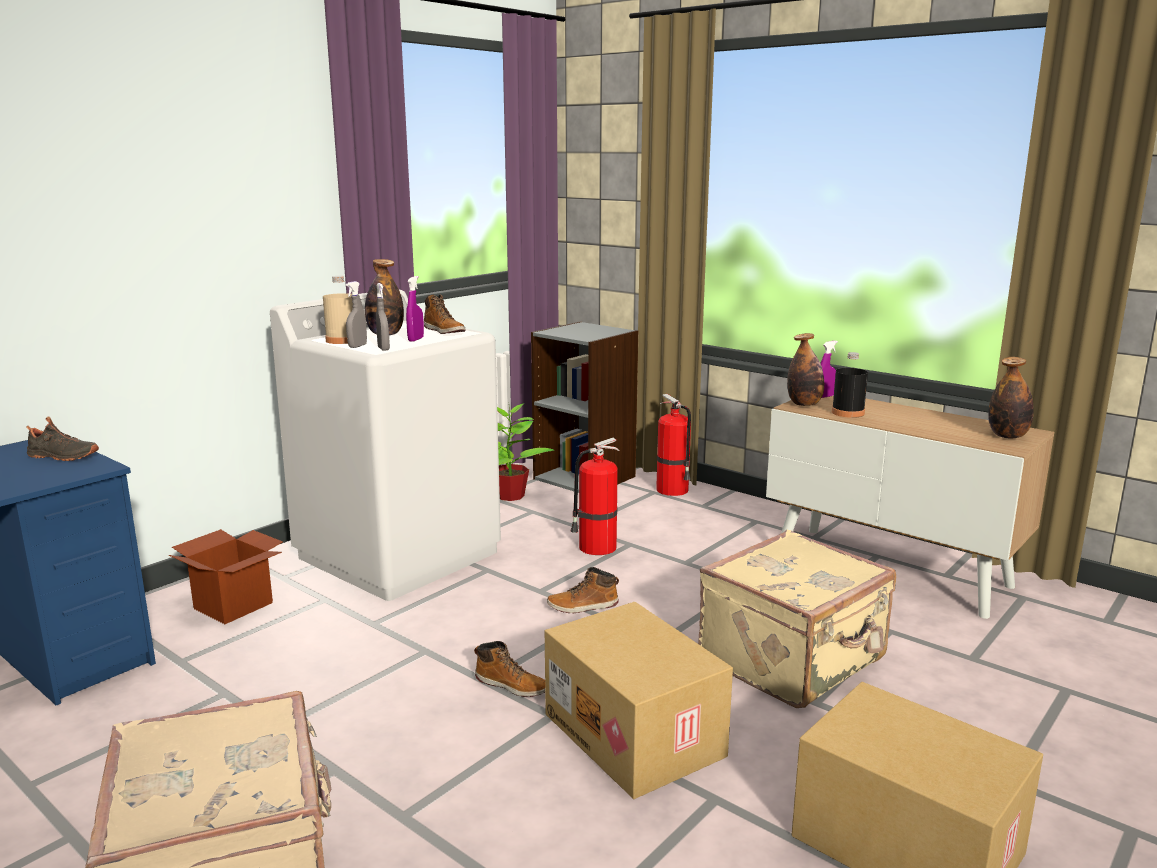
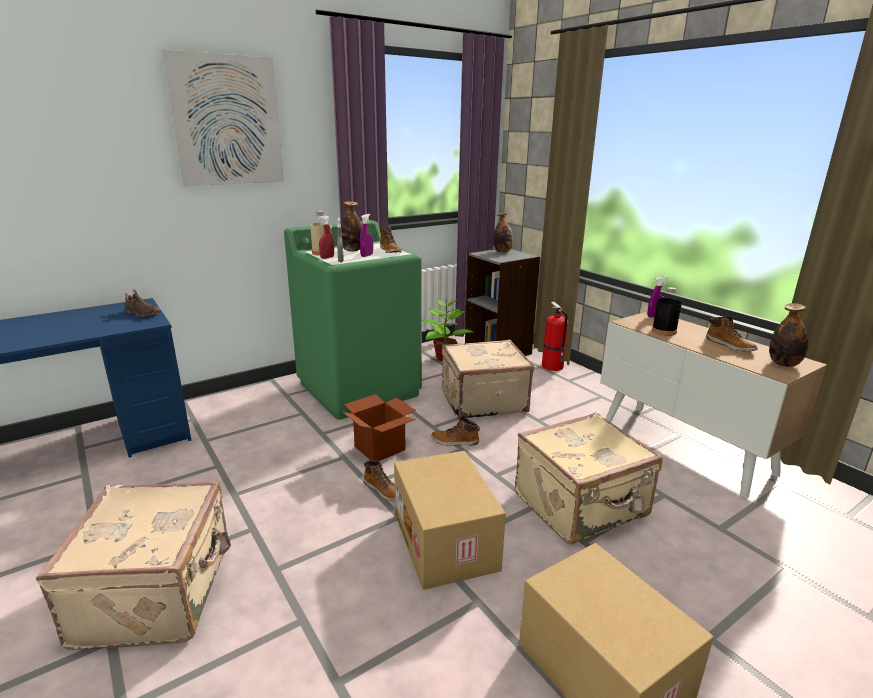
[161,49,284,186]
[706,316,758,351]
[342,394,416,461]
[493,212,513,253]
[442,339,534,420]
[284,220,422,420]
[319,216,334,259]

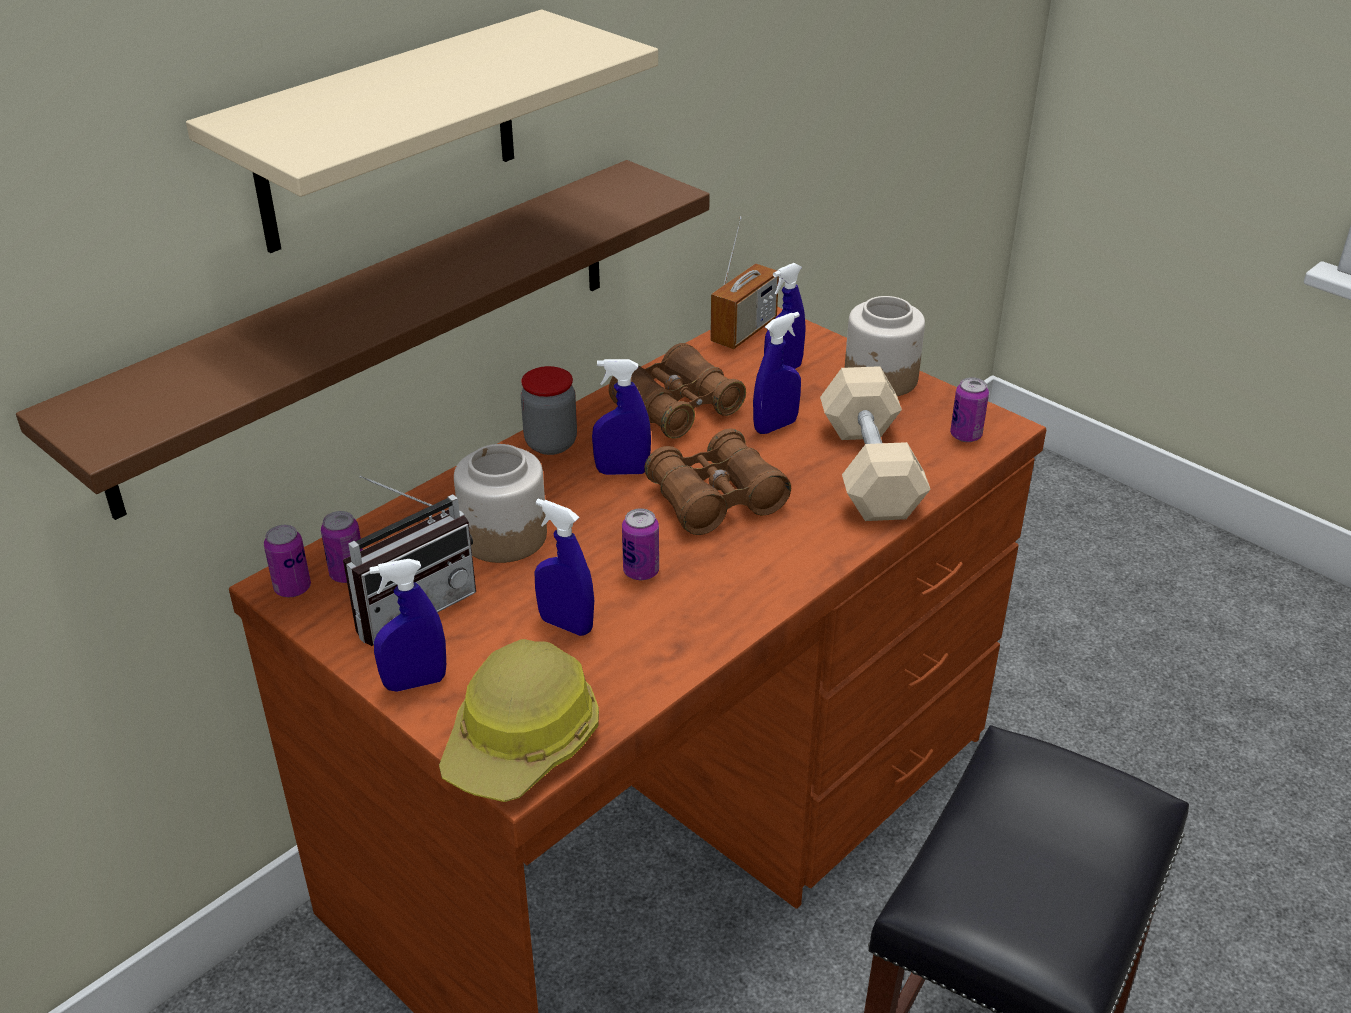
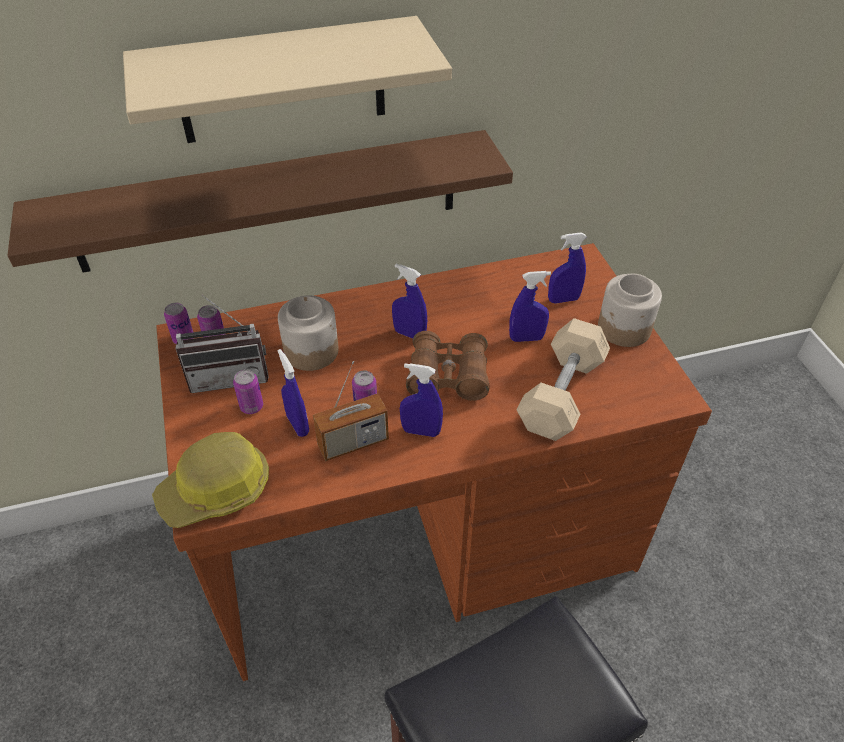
[521,366,577,455] (first image)
[609,343,746,439] (first image)
[400,363,443,437]
[313,361,389,461]
[233,369,263,414]

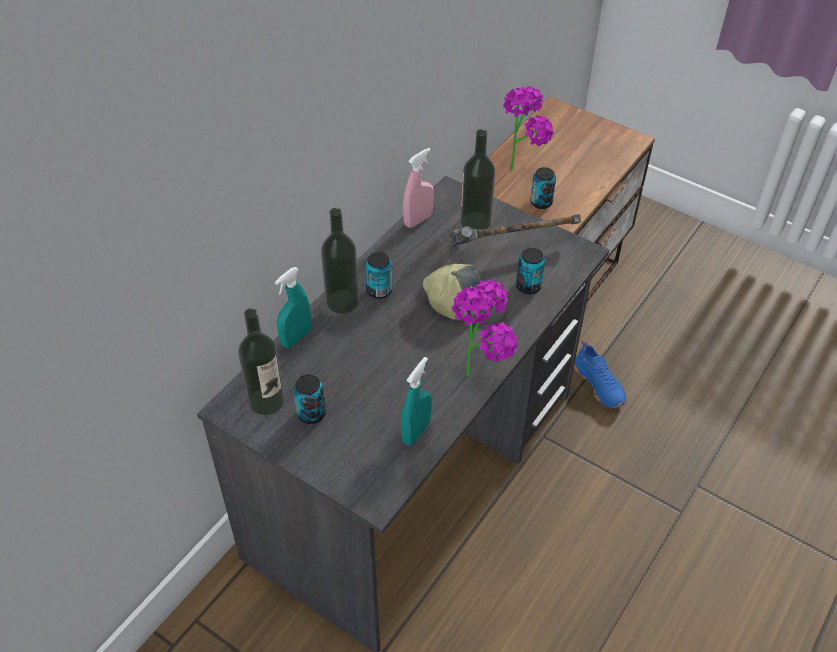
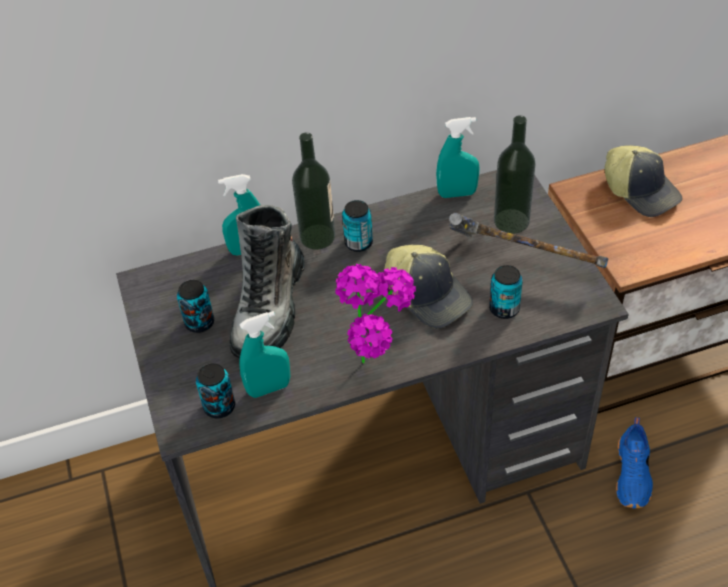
[238,308,285,415] (first image)
[230,205,304,359]
[196,363,235,418]
[604,145,683,217]
[436,117,480,198]

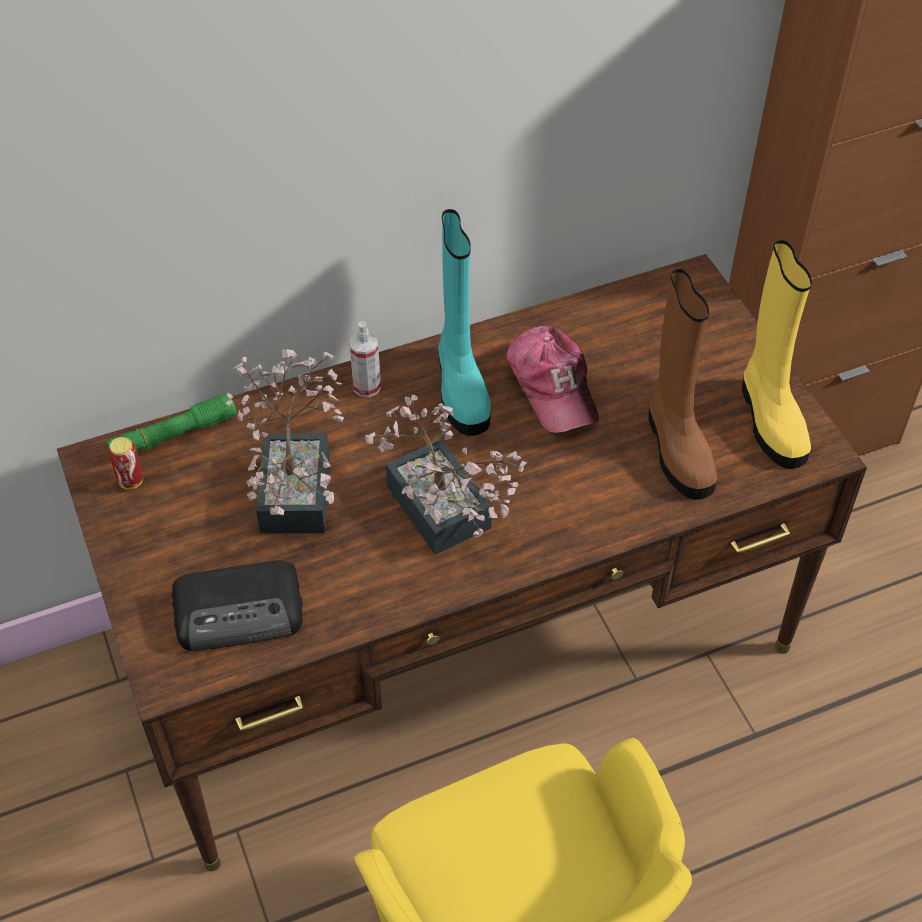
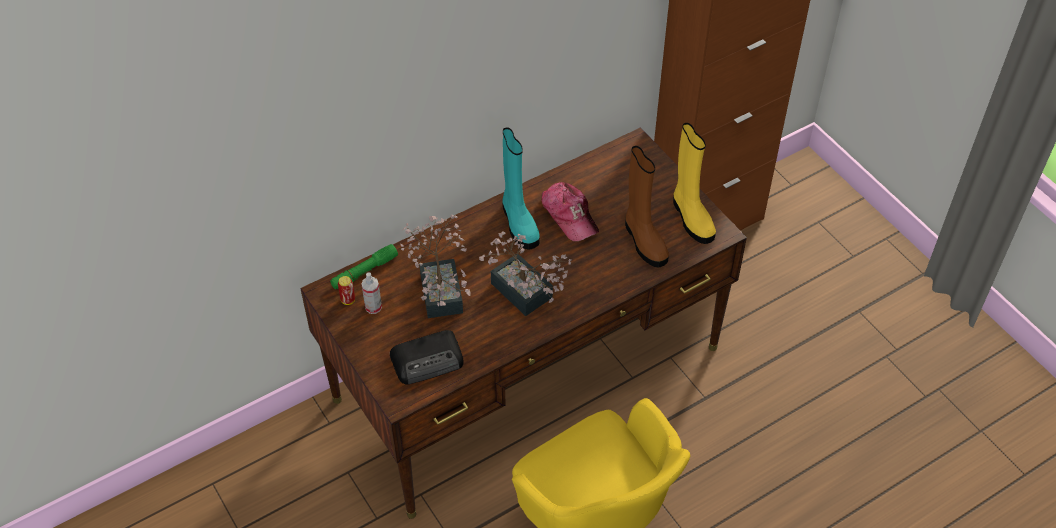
[361,272,382,314]

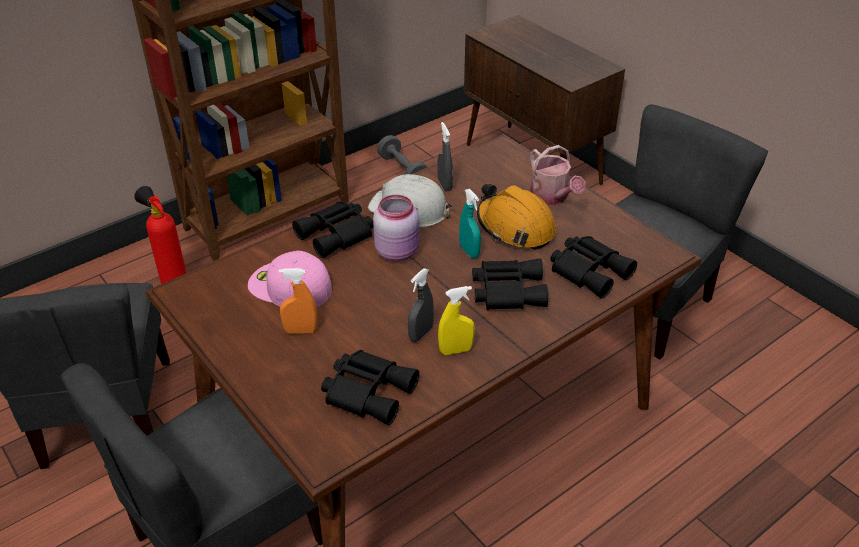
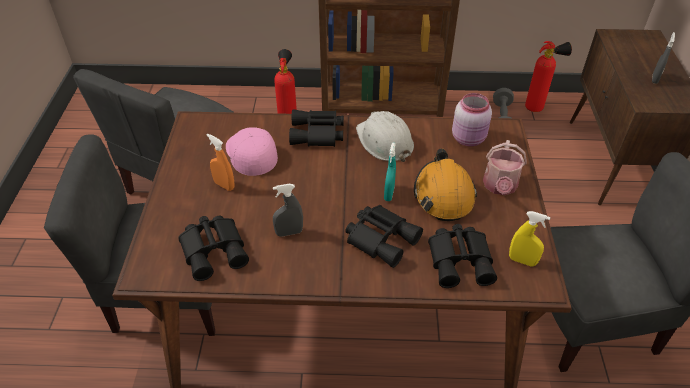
[525,41,572,112]
[452,93,492,146]
[652,32,675,84]
[509,211,551,267]

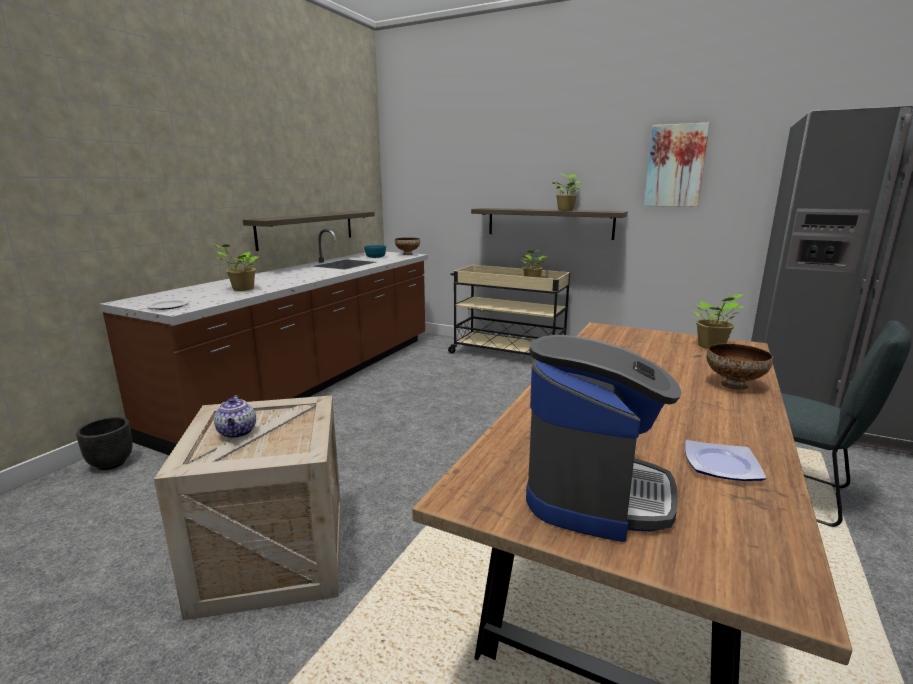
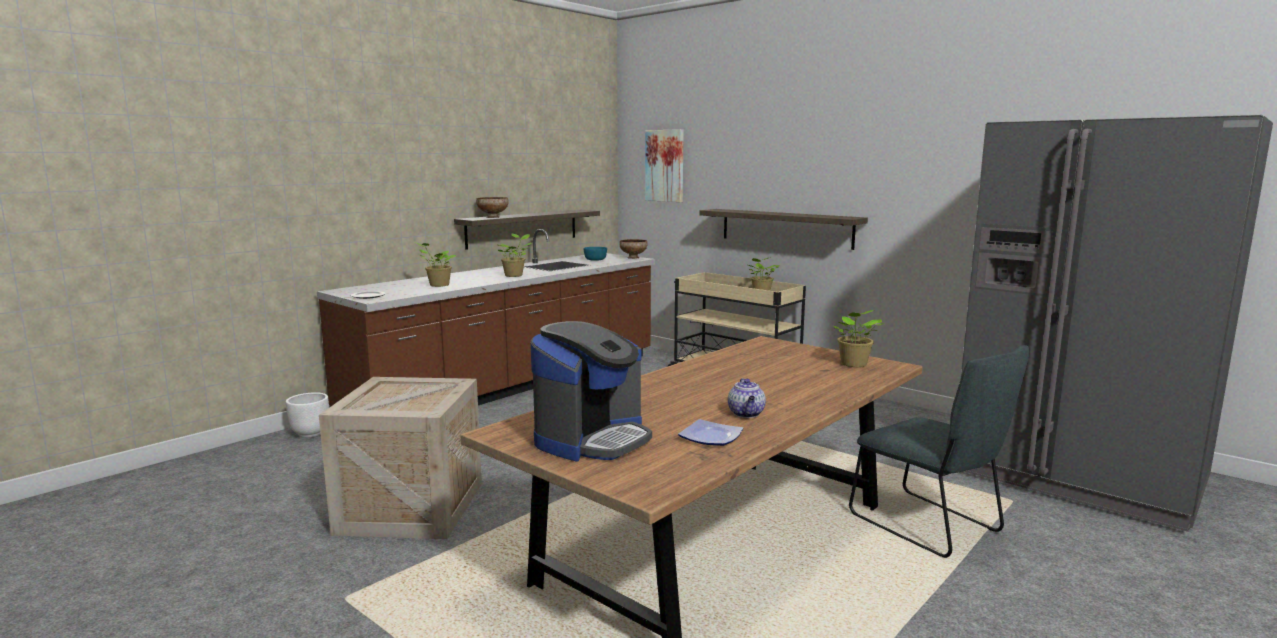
[728,378,766,418]
[498,234,532,277]
[645,129,684,202]
[476,197,508,218]
[286,392,329,438]

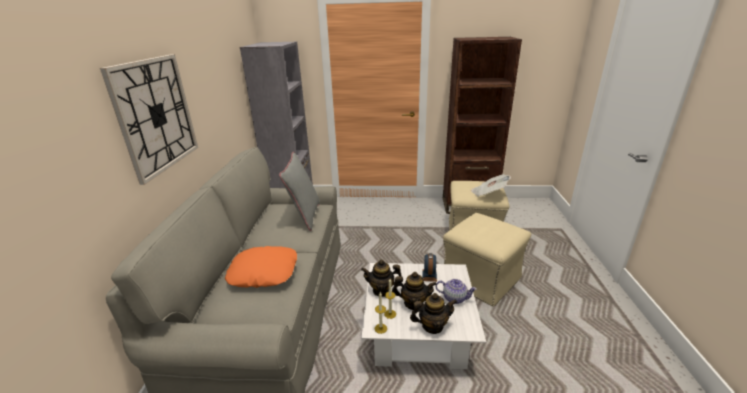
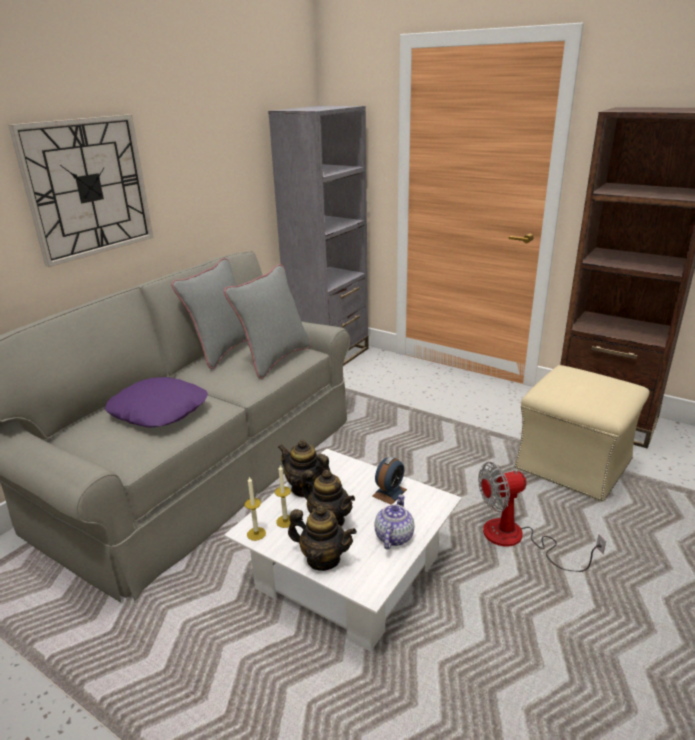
[471,174,511,197] (first image)
[171,258,247,369]
[478,462,606,572]
[105,377,208,428]
[375,494,414,550]

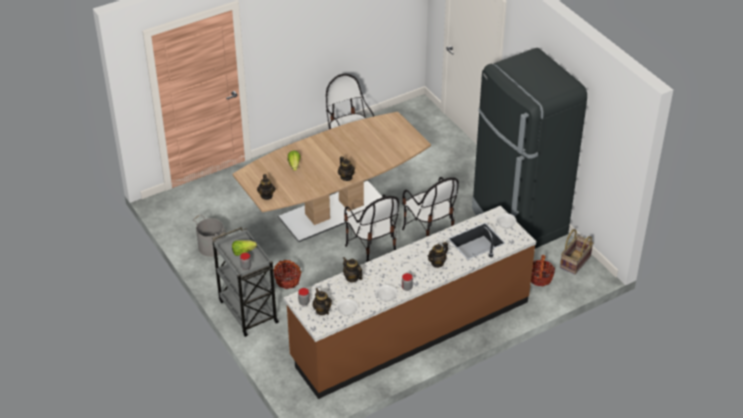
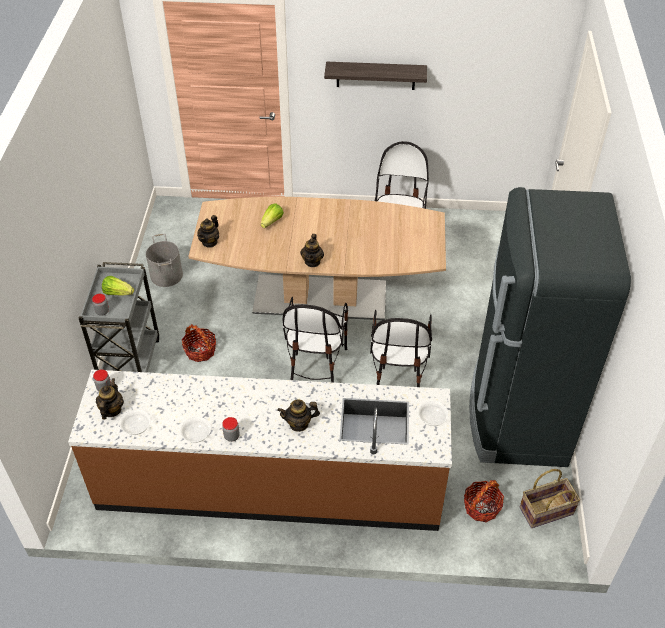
[343,257,363,283] (first image)
[324,62,427,90]

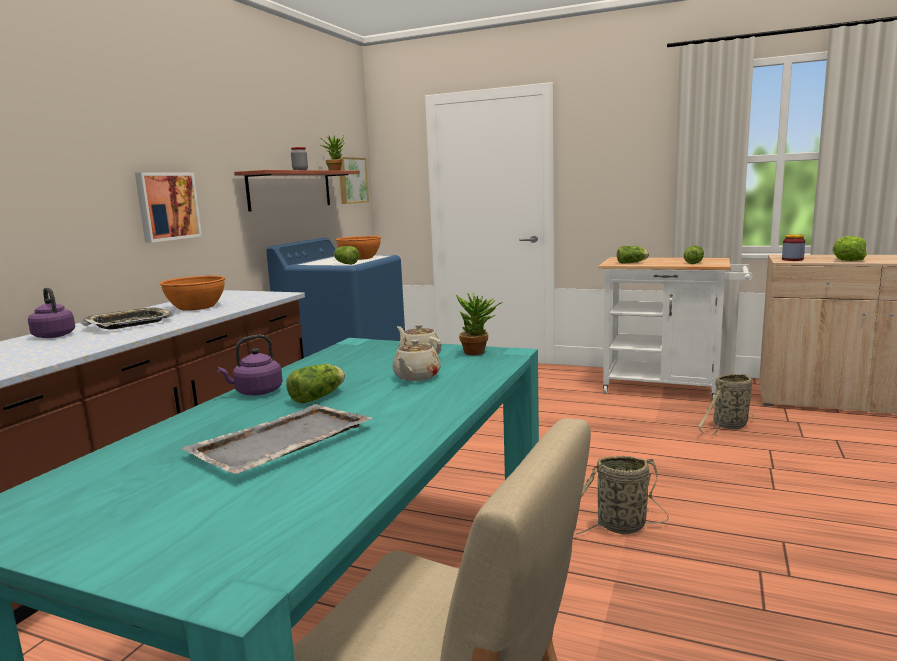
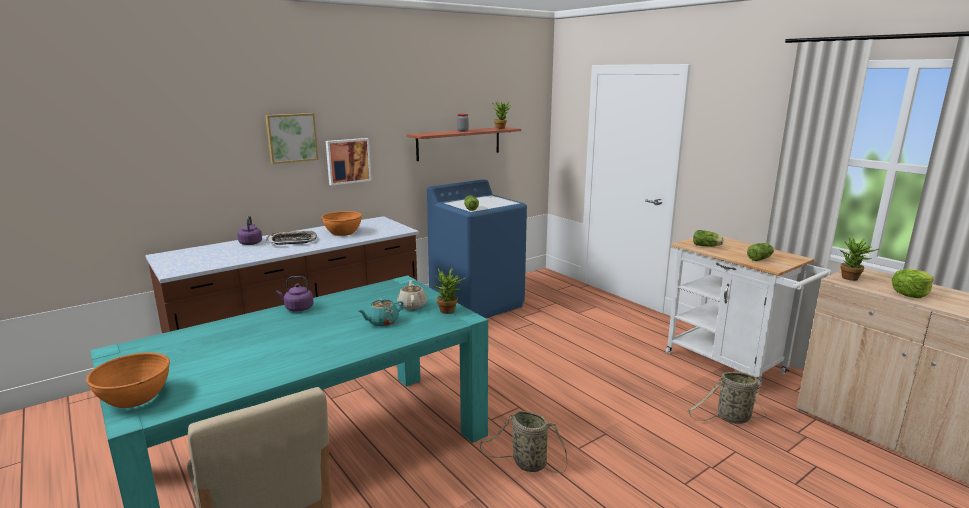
[180,404,373,474] (first image)
[286,364,345,404] (first image)
[86,352,170,408]
[265,113,318,164]
[839,236,879,281]
[358,298,404,326]

